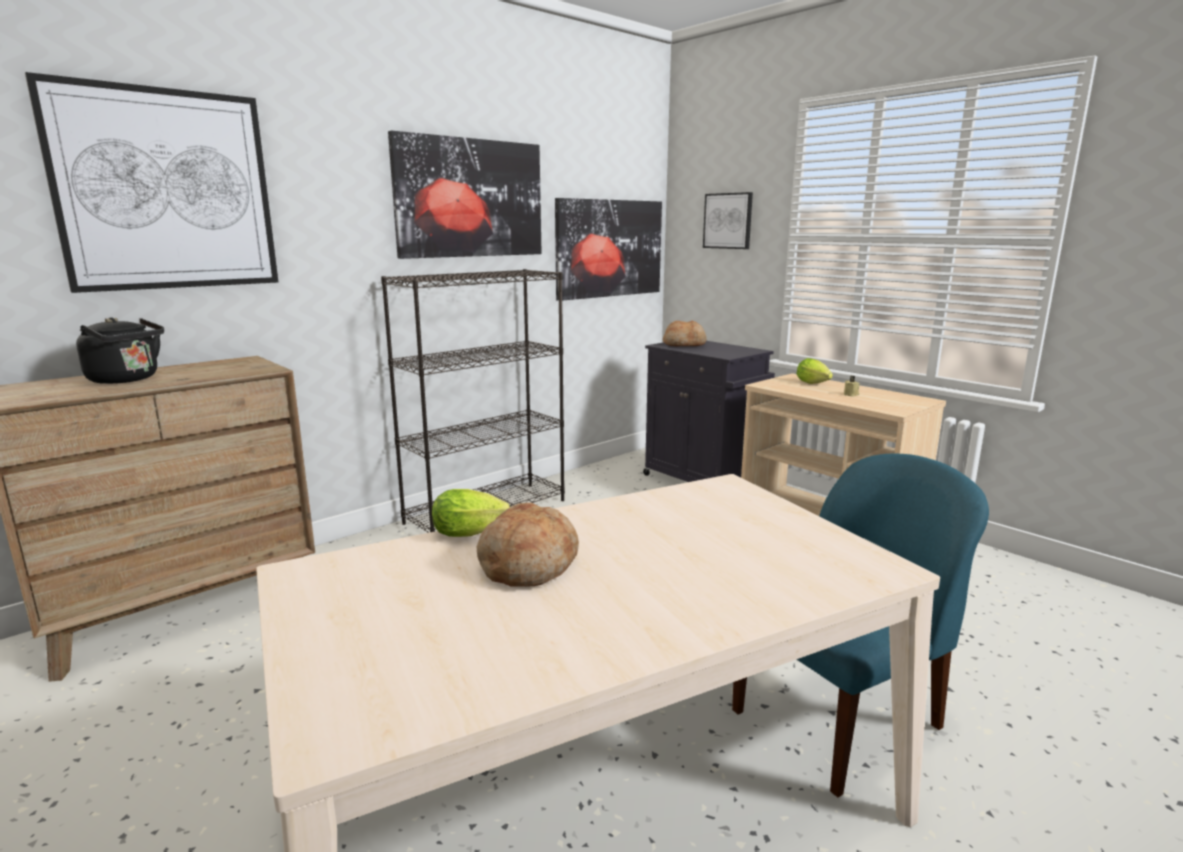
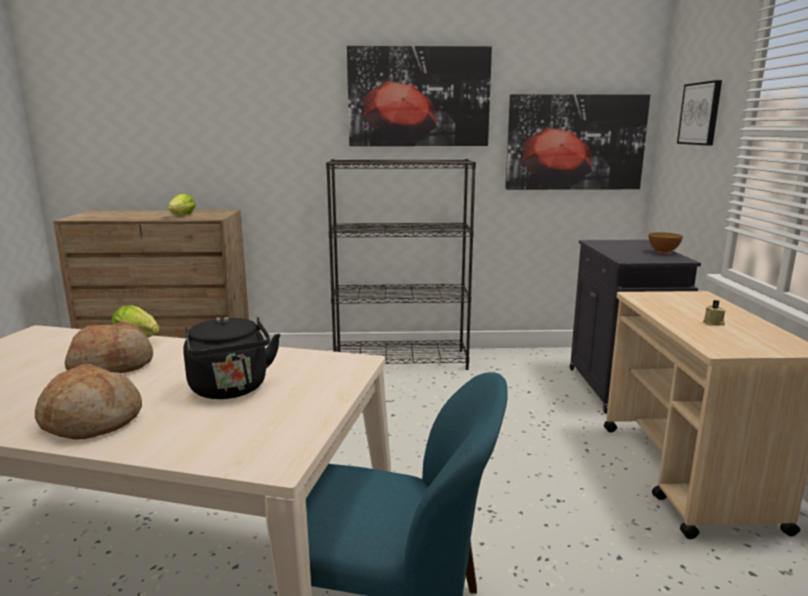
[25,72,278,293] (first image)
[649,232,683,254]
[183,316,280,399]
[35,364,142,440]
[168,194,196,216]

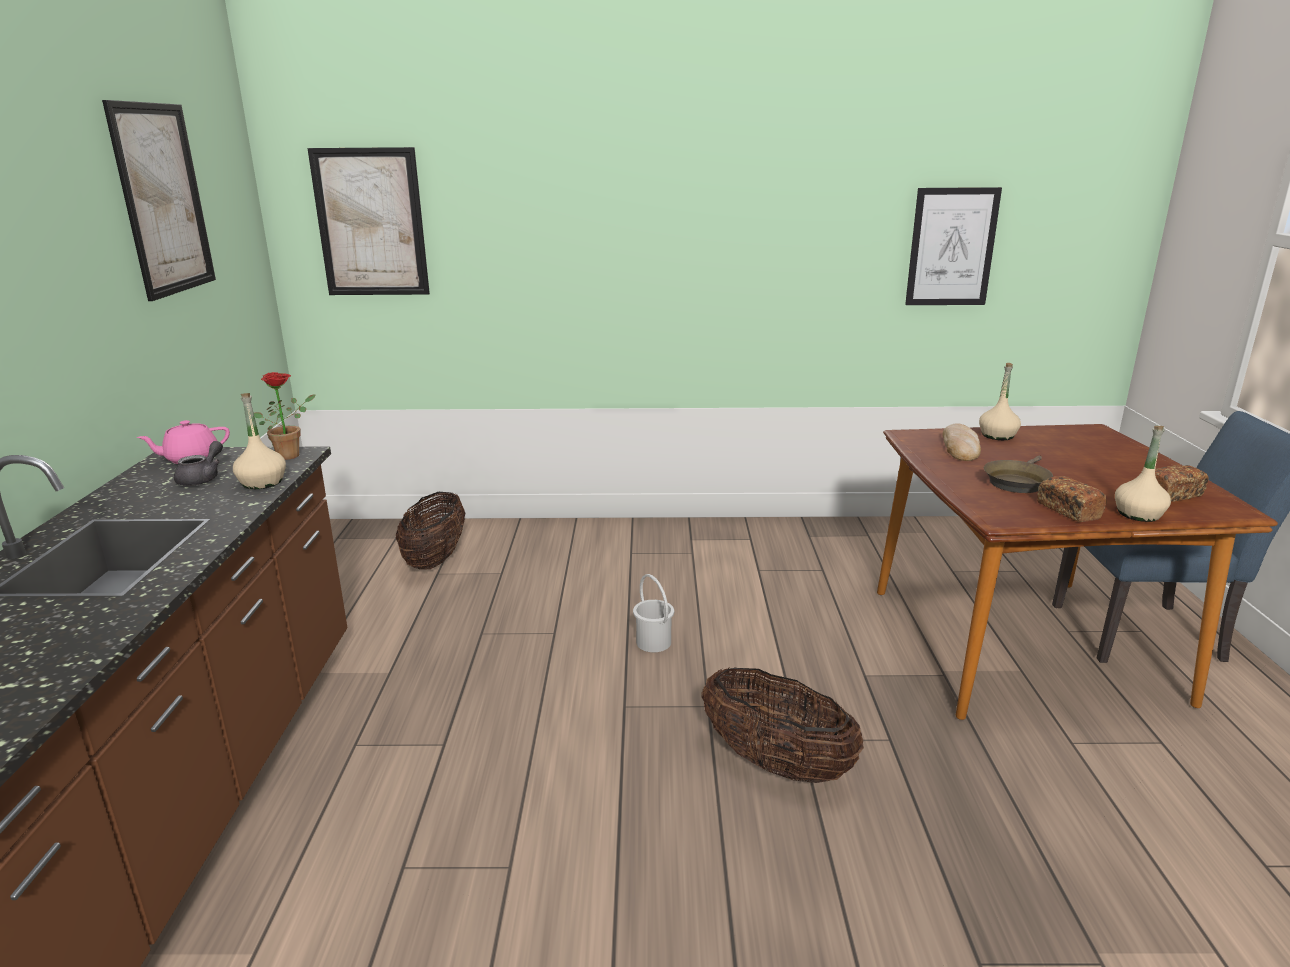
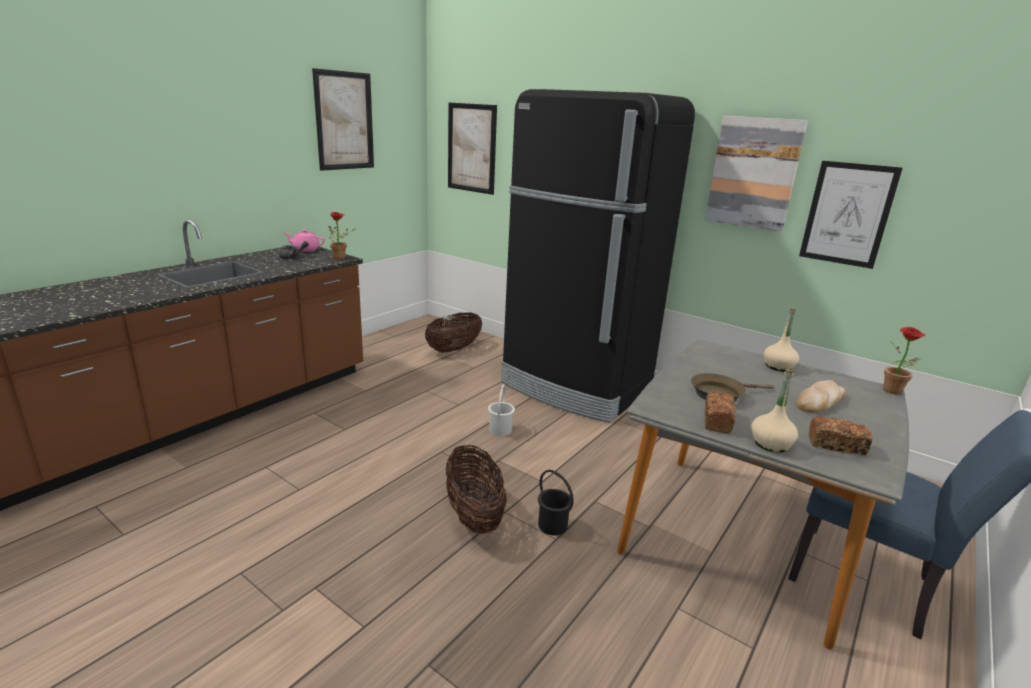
[233,393,286,489] (first image)
[501,89,695,423]
[538,470,574,535]
[705,116,808,232]
[883,327,926,395]
[796,380,846,413]
[617,339,909,650]

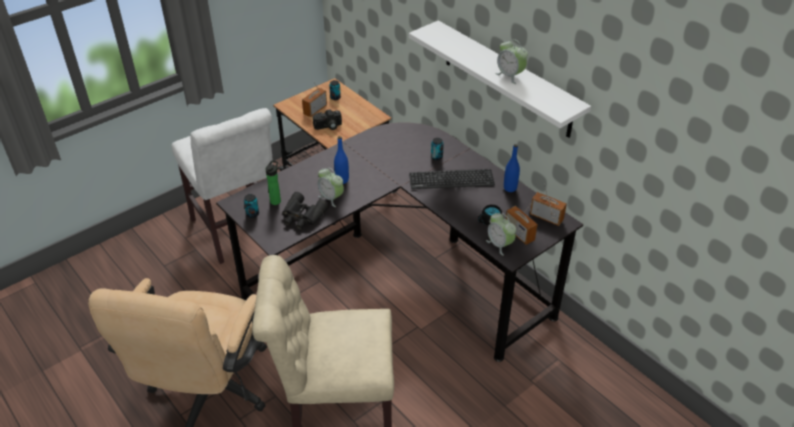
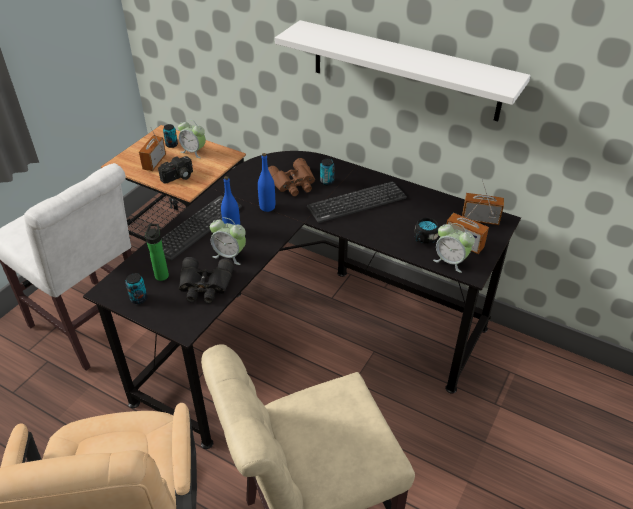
[161,195,242,260]
[268,158,315,196]
[178,119,206,158]
[258,153,275,212]

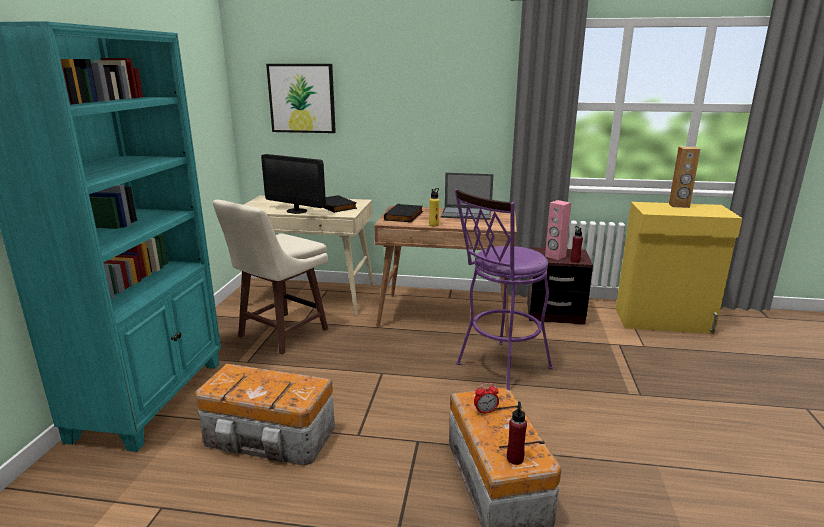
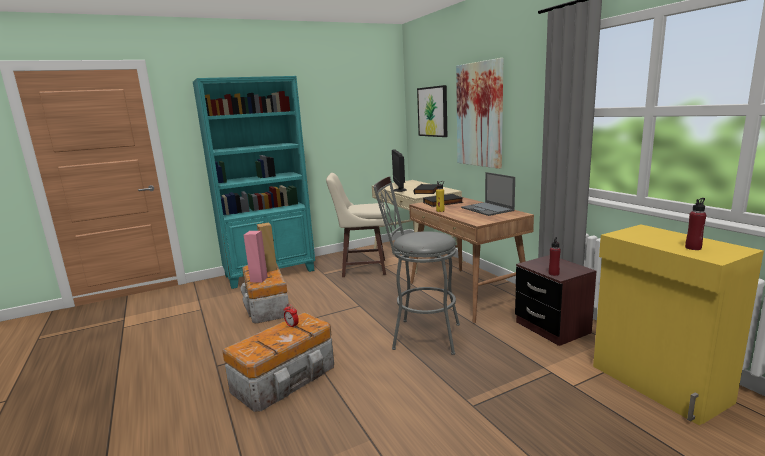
[456,58,503,169]
[685,198,706,250]
[244,231,268,282]
[257,222,277,272]
[373,176,460,355]

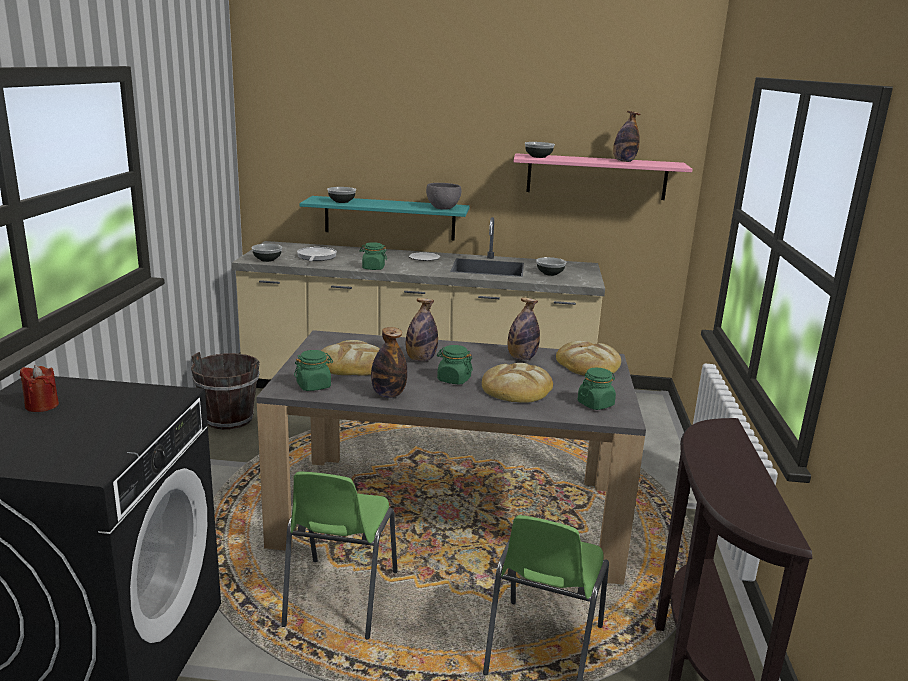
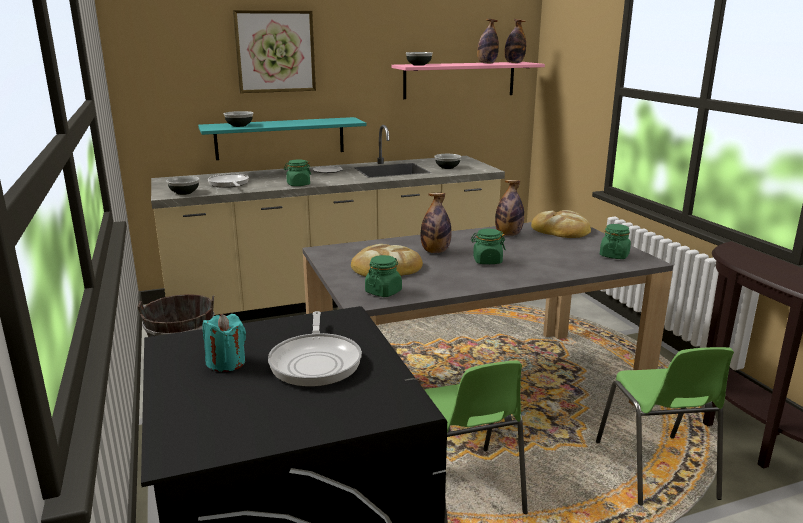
[426,183,462,210] (first image)
[482,363,553,403] (first image)
[233,10,316,93]
[268,311,362,387]
[505,19,526,63]
[203,314,246,372]

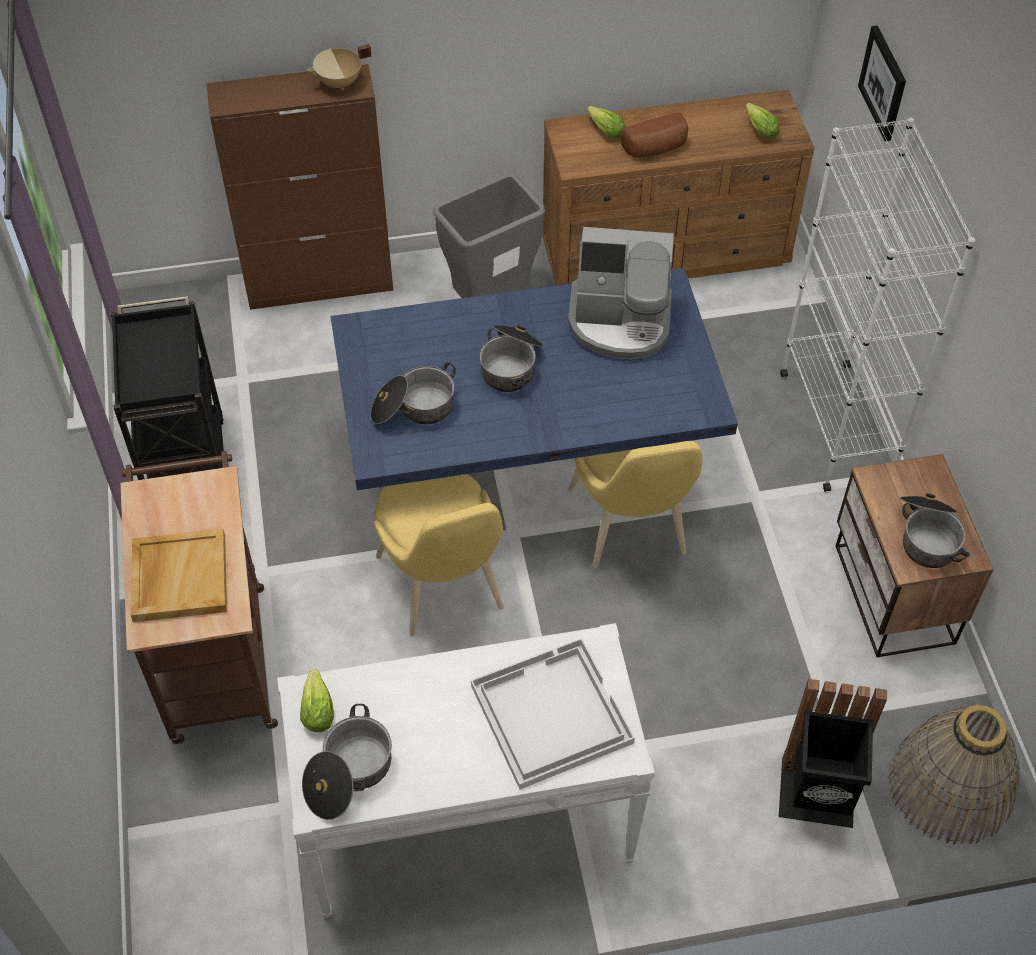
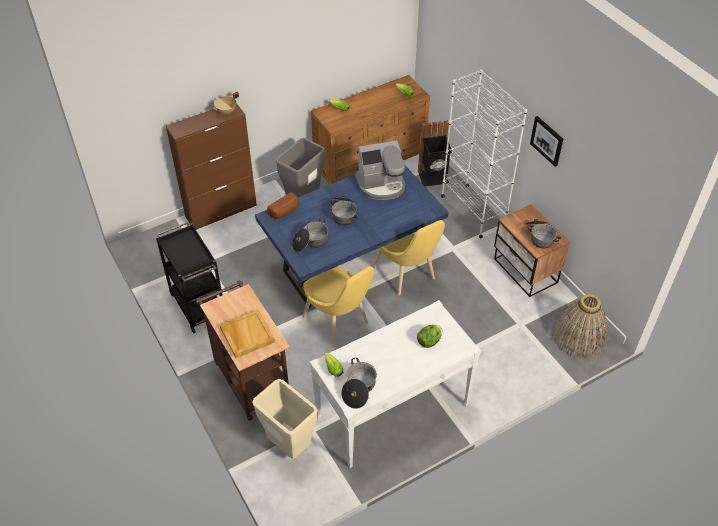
[252,379,318,459]
[267,192,299,219]
[418,120,452,186]
[530,116,563,167]
[417,325,442,348]

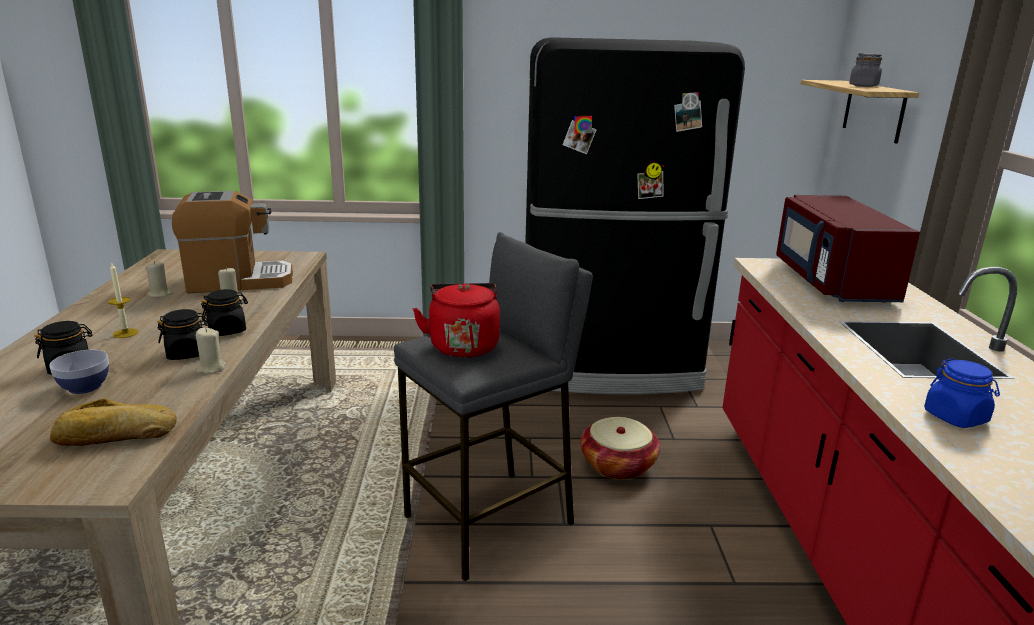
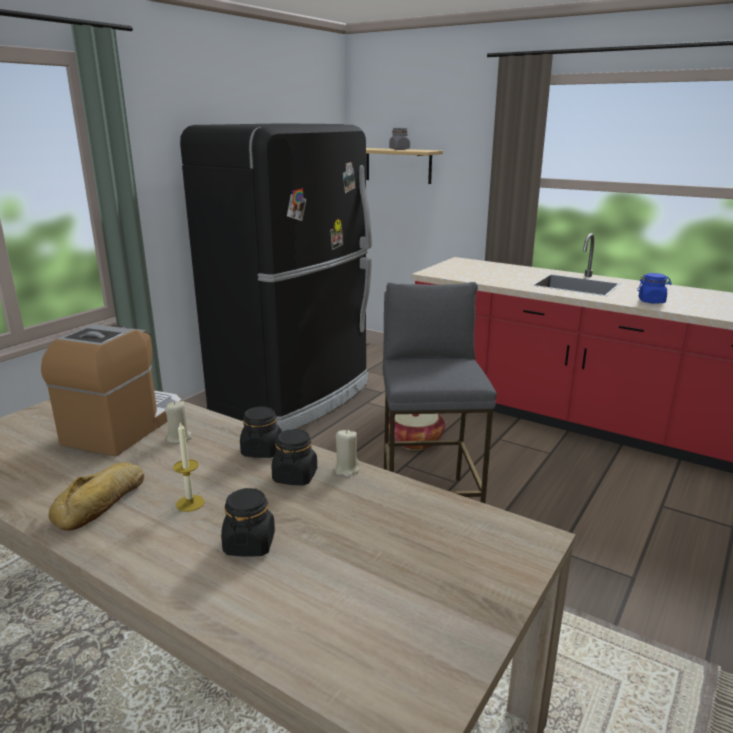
[49,350,109,394] (first image)
[145,261,172,297] (first image)
[413,283,500,358] (first image)
[776,195,920,303] (first image)
[48,462,144,531]

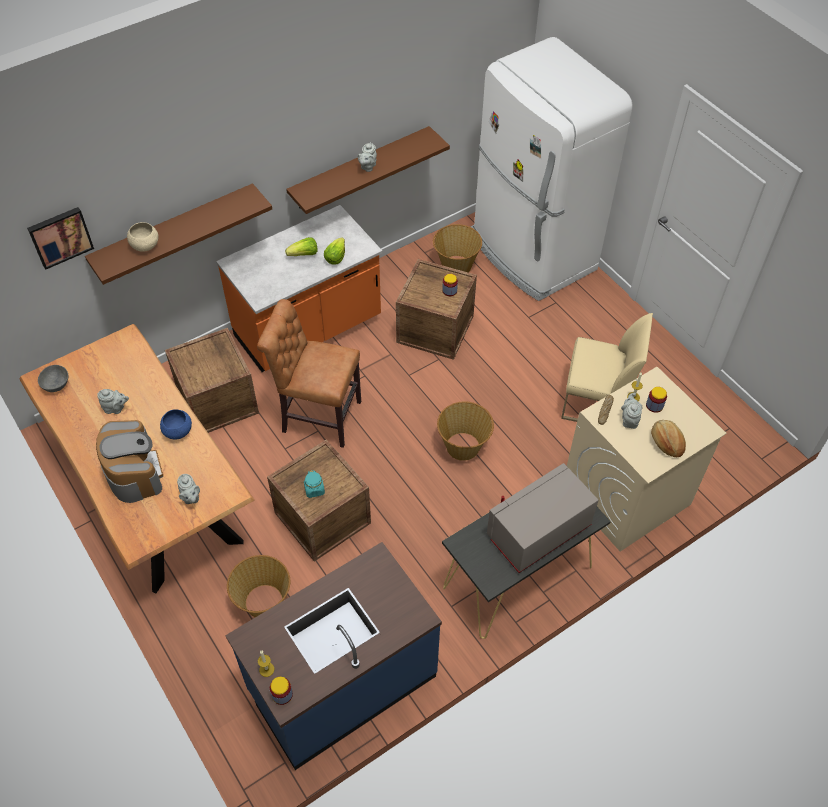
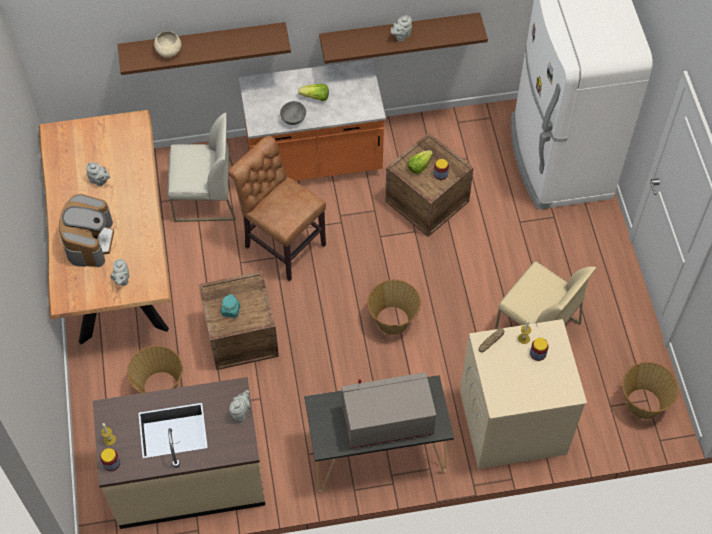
[27,207,94,270] (first image)
[160,409,192,439] (first image)
[651,420,686,457] (first image)
[280,101,306,125]
[408,150,433,174]
[622,362,679,419]
[229,390,251,423]
[168,113,236,222]
[93,377,265,529]

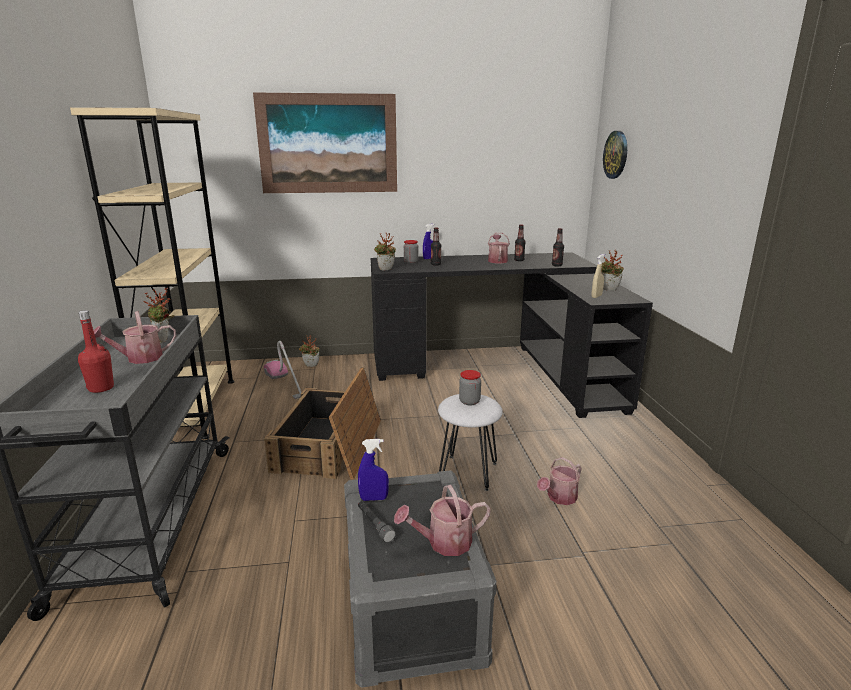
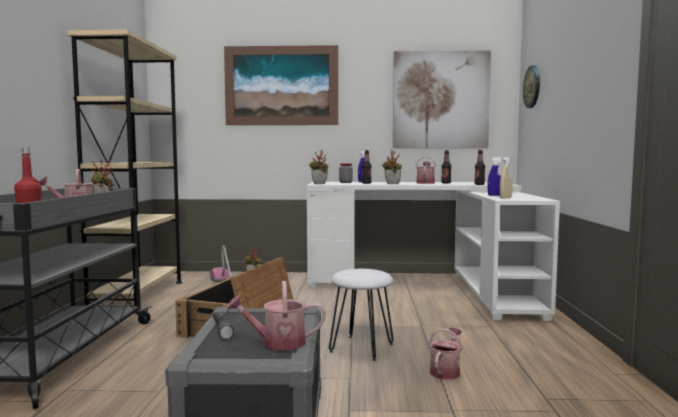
[459,370,481,405] (first image)
[393,51,491,148]
[487,157,504,196]
[382,150,402,184]
[307,182,560,321]
[429,328,463,380]

